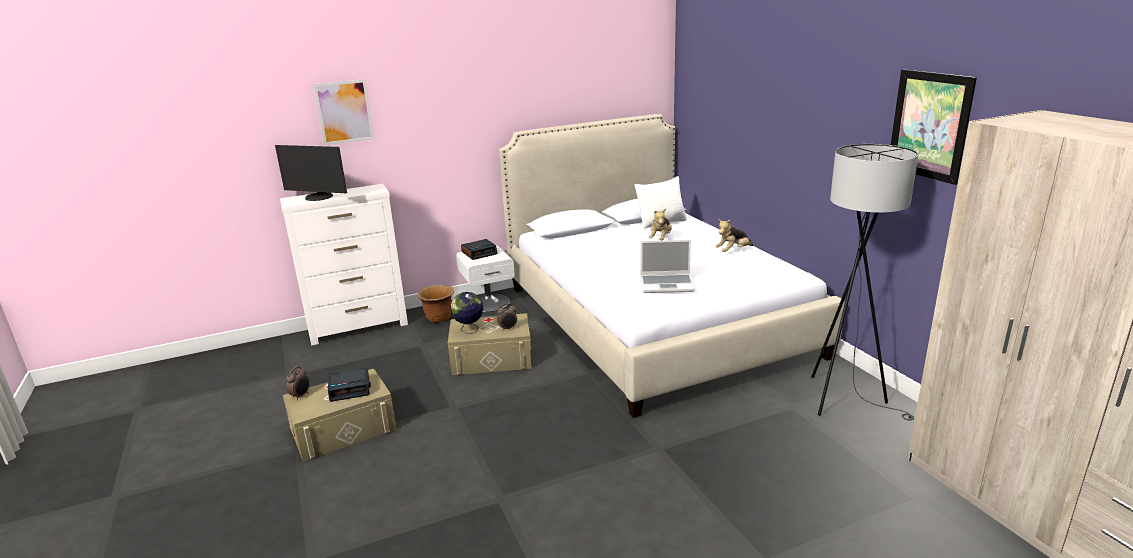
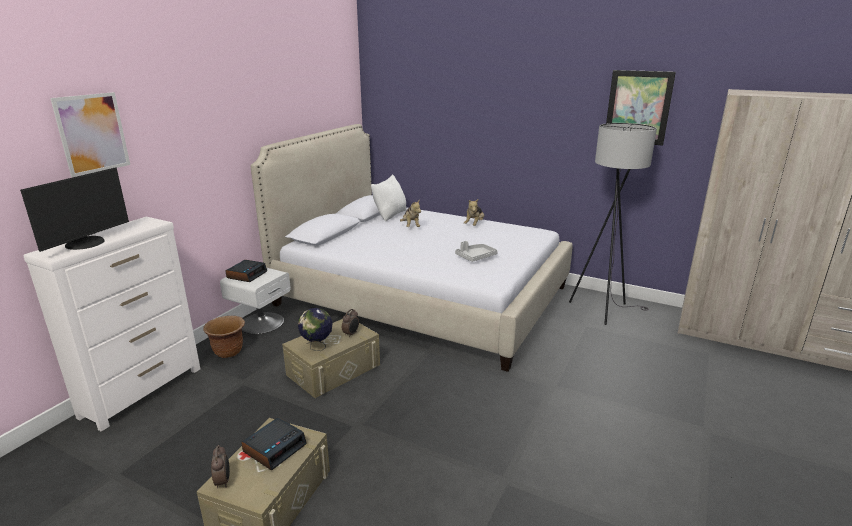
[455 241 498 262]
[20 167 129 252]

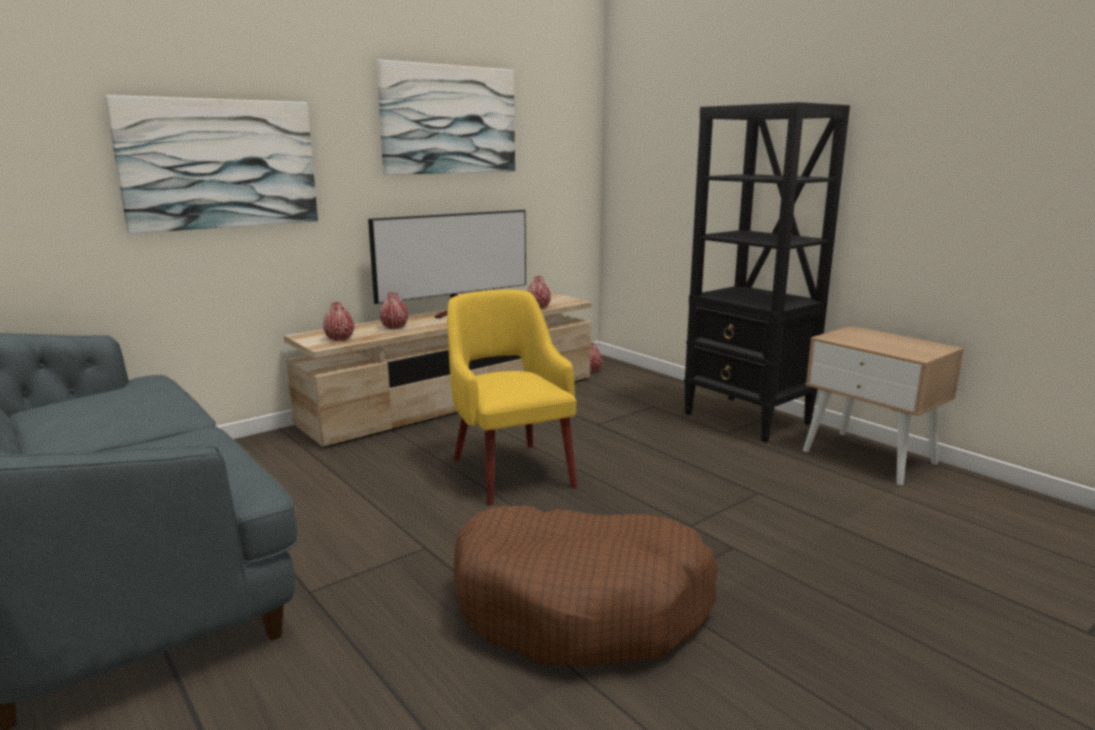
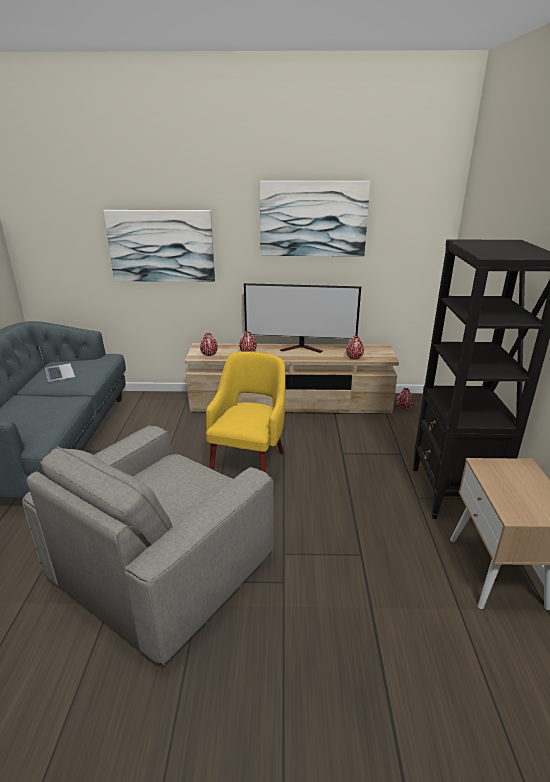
[39 347 75 382]
[22 425 274 665]

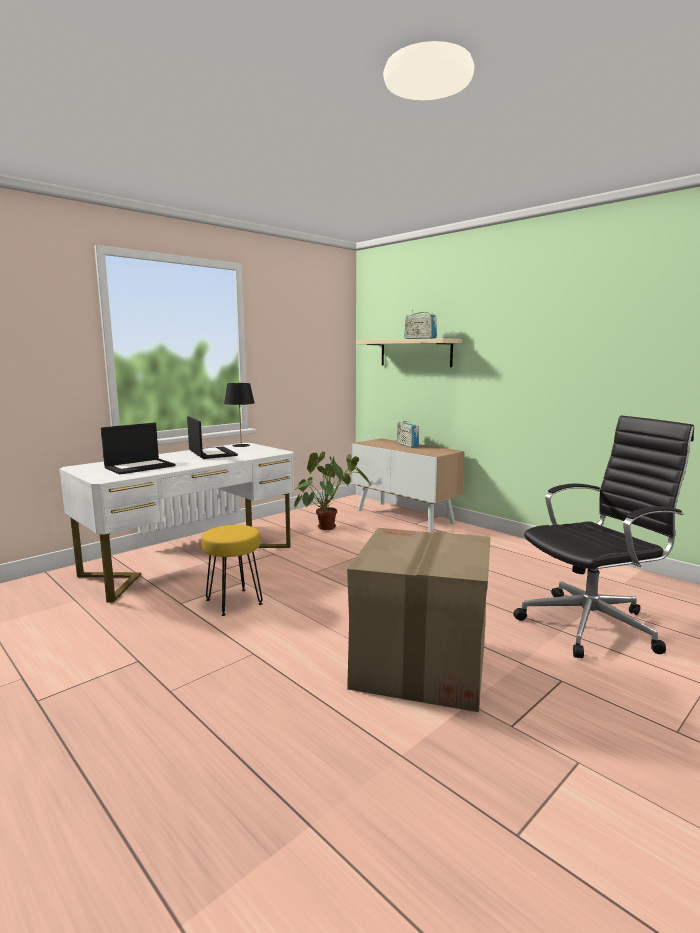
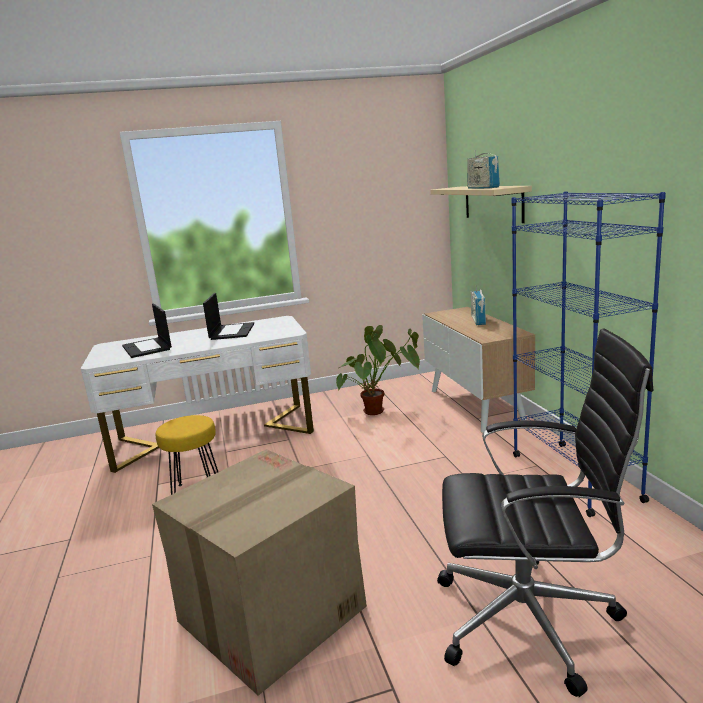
[224 383 254 447] (first image)
[511 191 666 517]
[122 303 172 358]

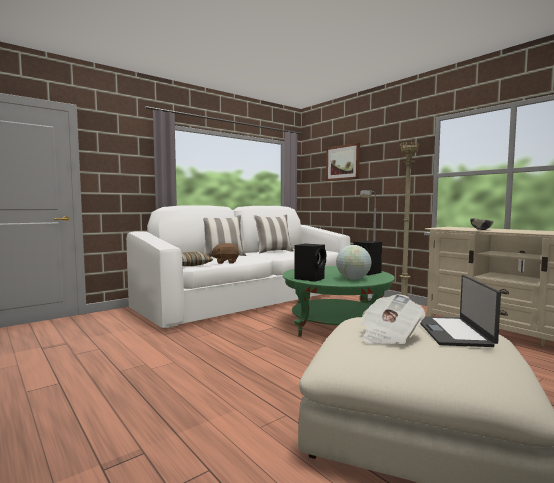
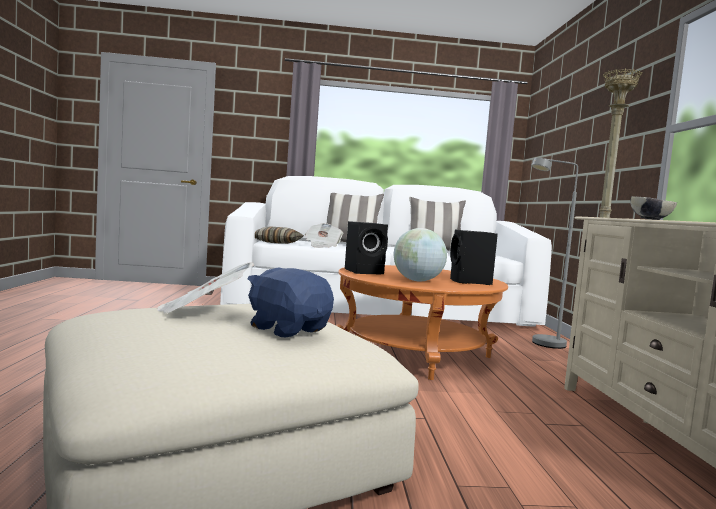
[326 143 360 181] (first image)
[305 223 343 248]
[247 267 334 337]
[336 265 508 380]

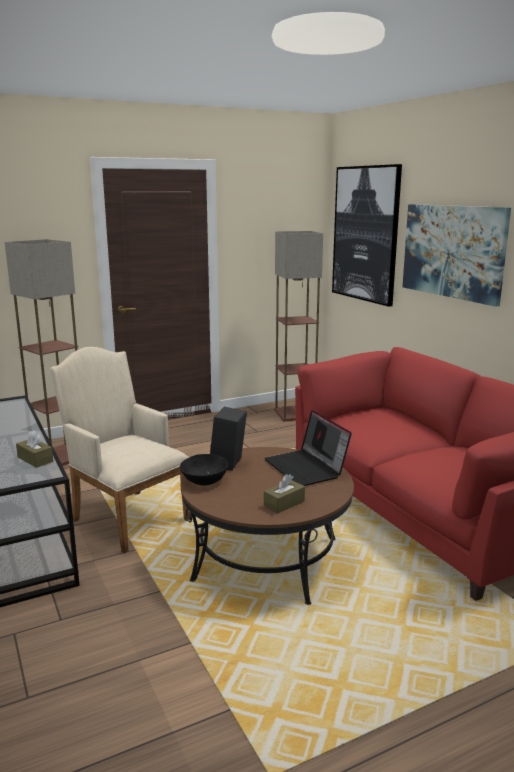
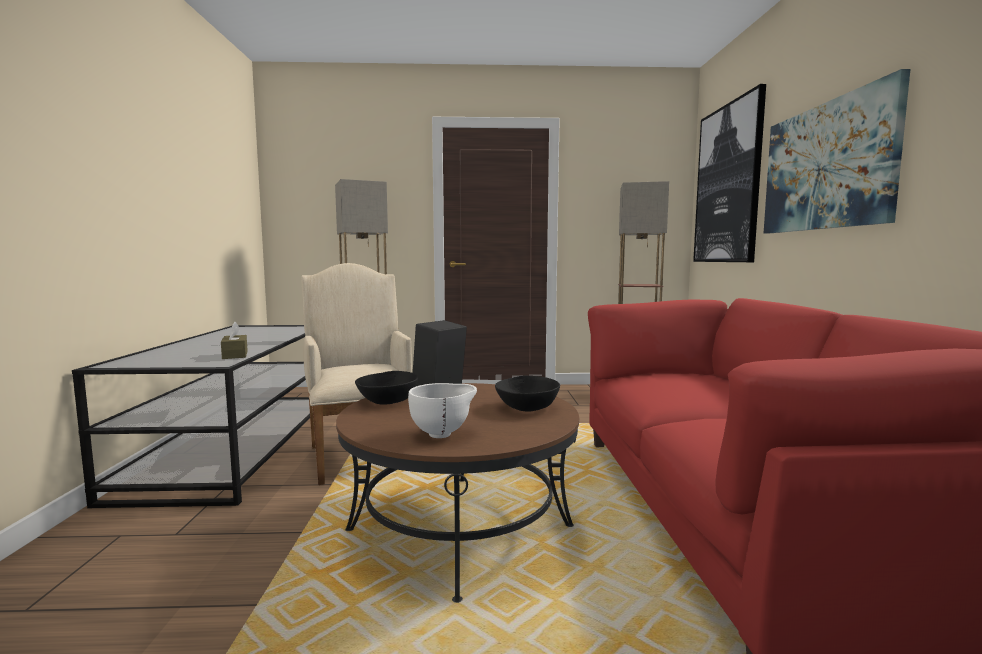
[495 376 560 412]
[408 383 477 438]

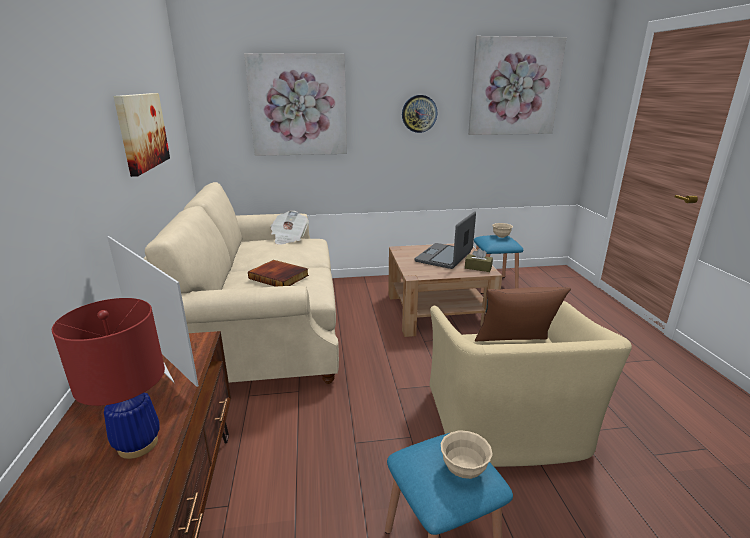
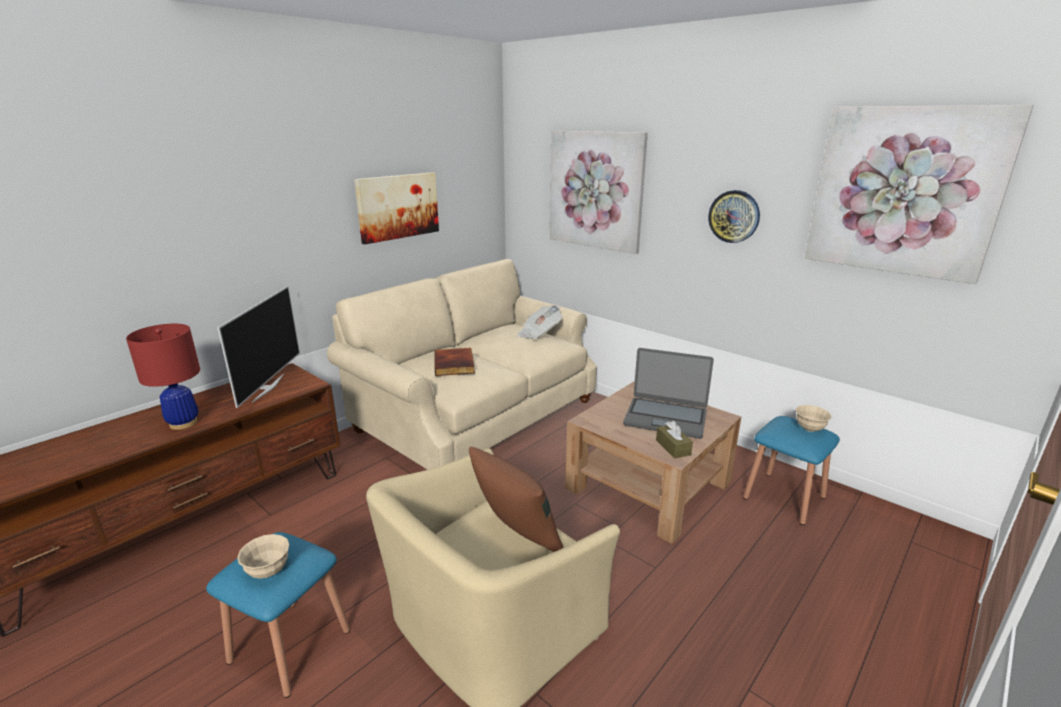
[623 348 714 439]

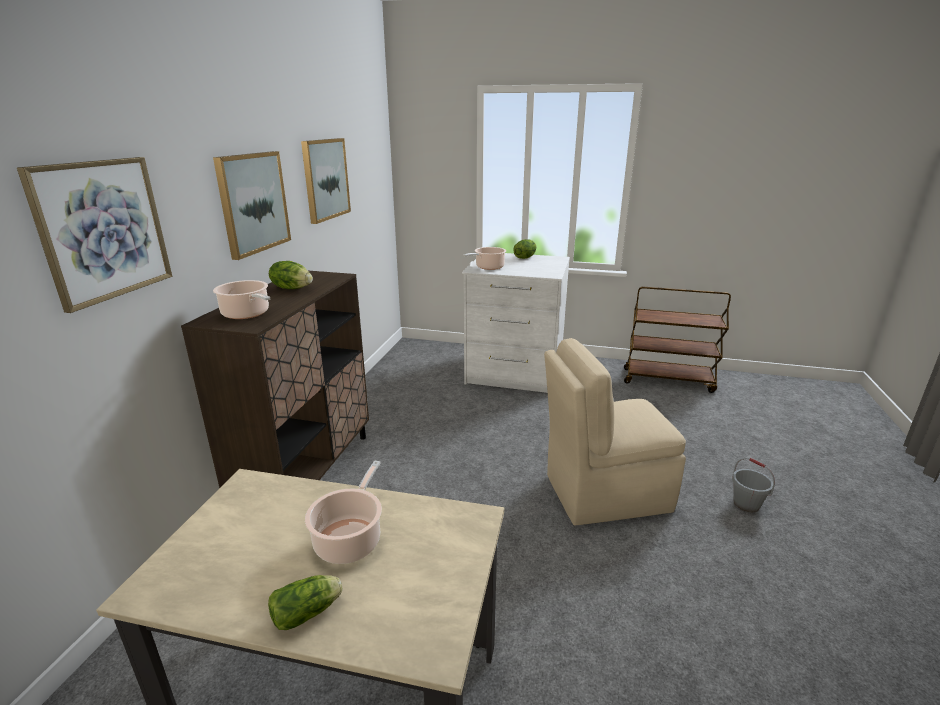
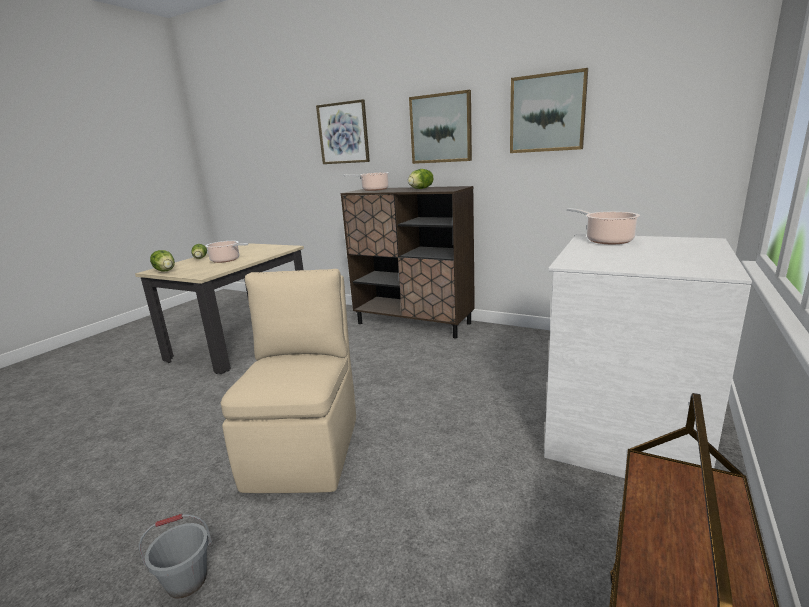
[150 250 175 272]

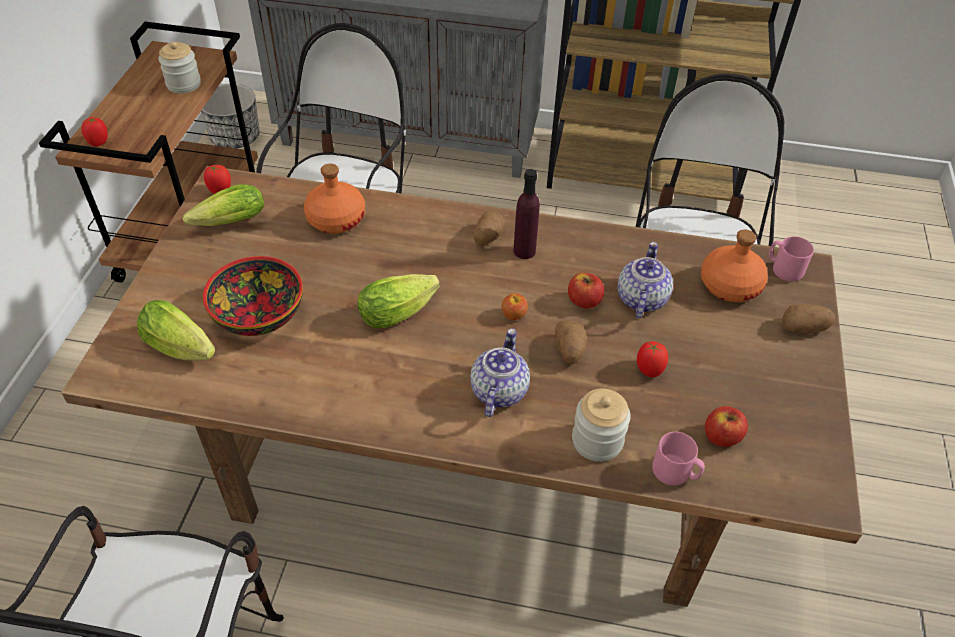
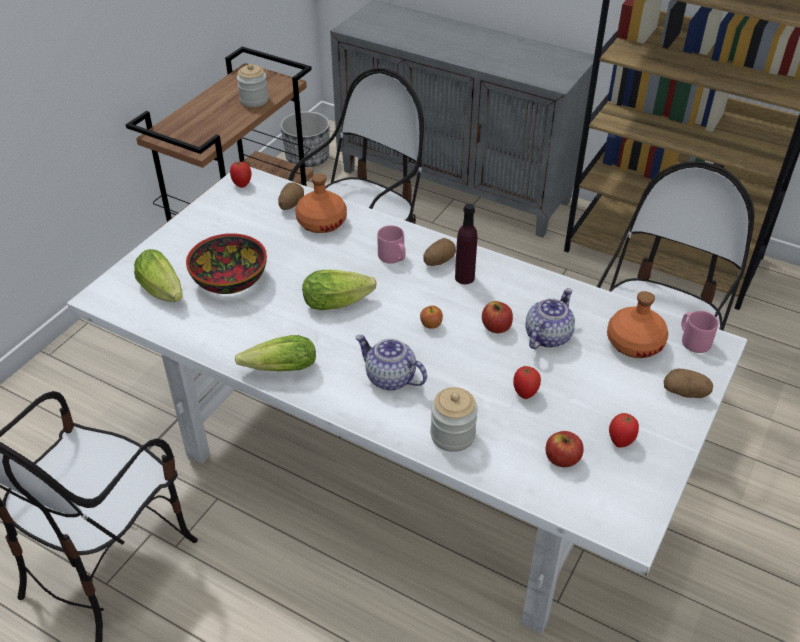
[609 413 639 448]
[235 335 316 371]
[278 182 304 210]
[377 225 406 263]
[67 167 747 634]
[355 335 427 391]

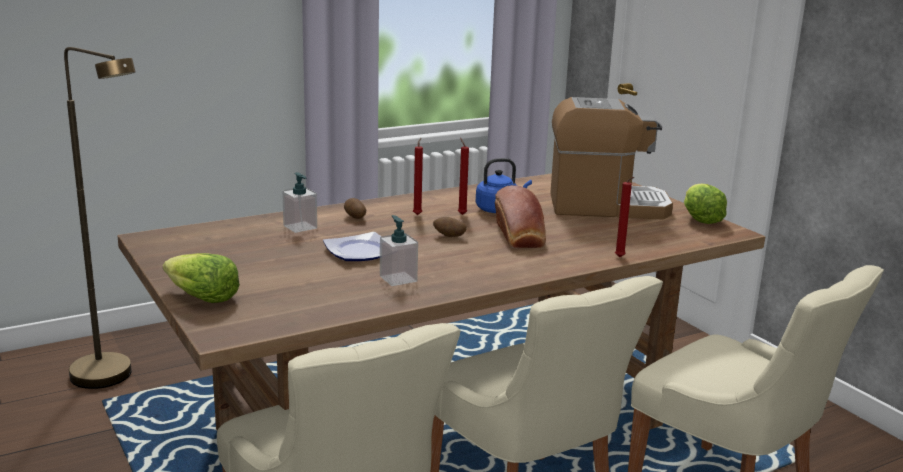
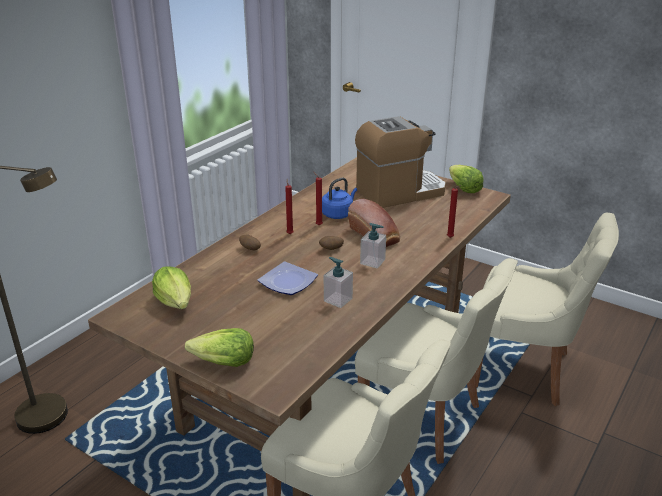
[152 266 191 309]
[360 223 386 269]

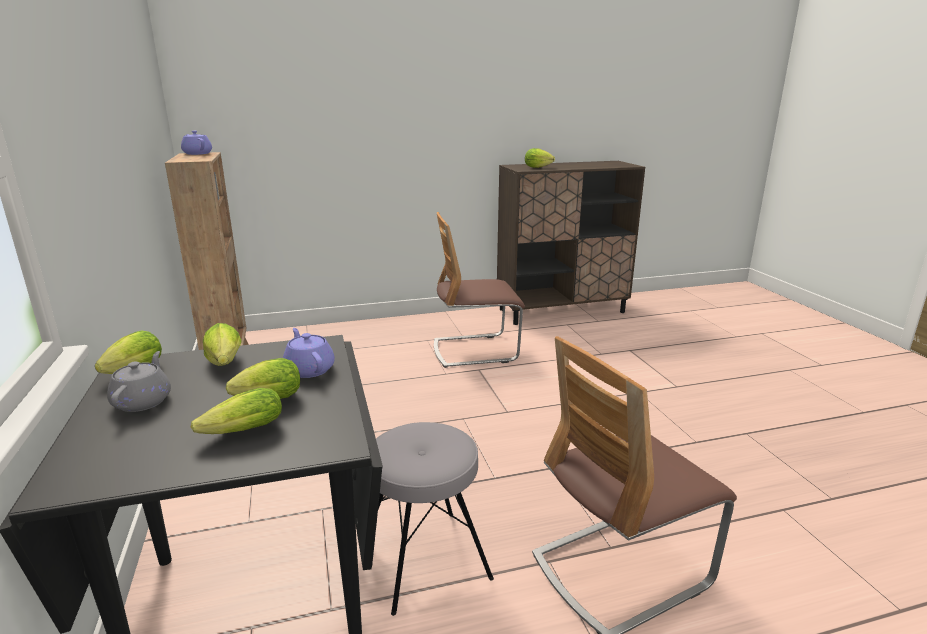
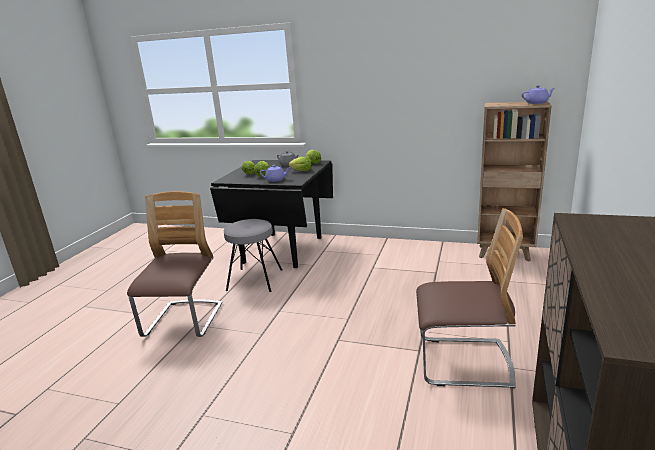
[525 148 555 168] (first image)
[416 208 523 388]

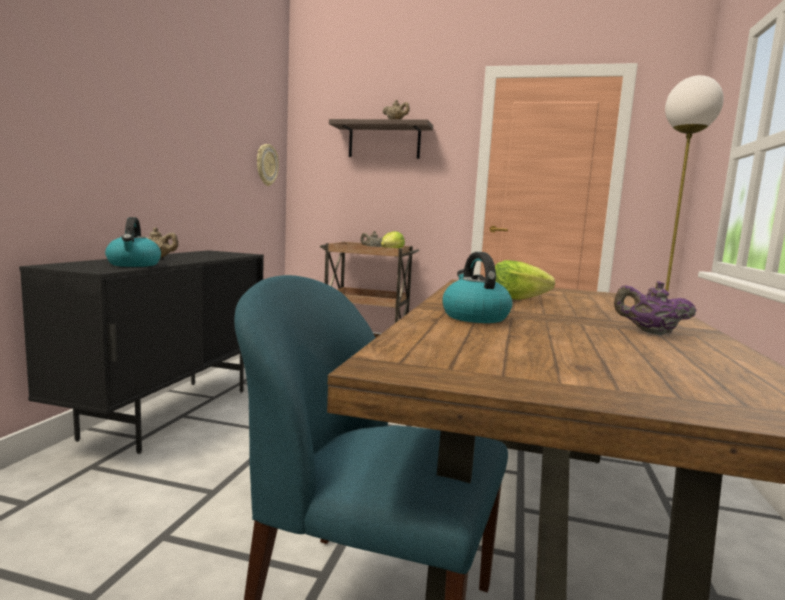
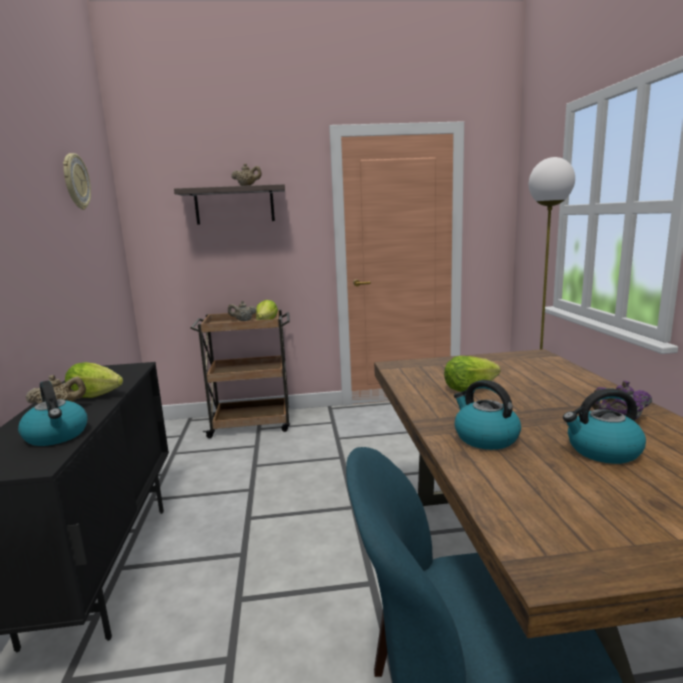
[65 362 123 398]
[563 389 646 464]
[63 153 91 210]

